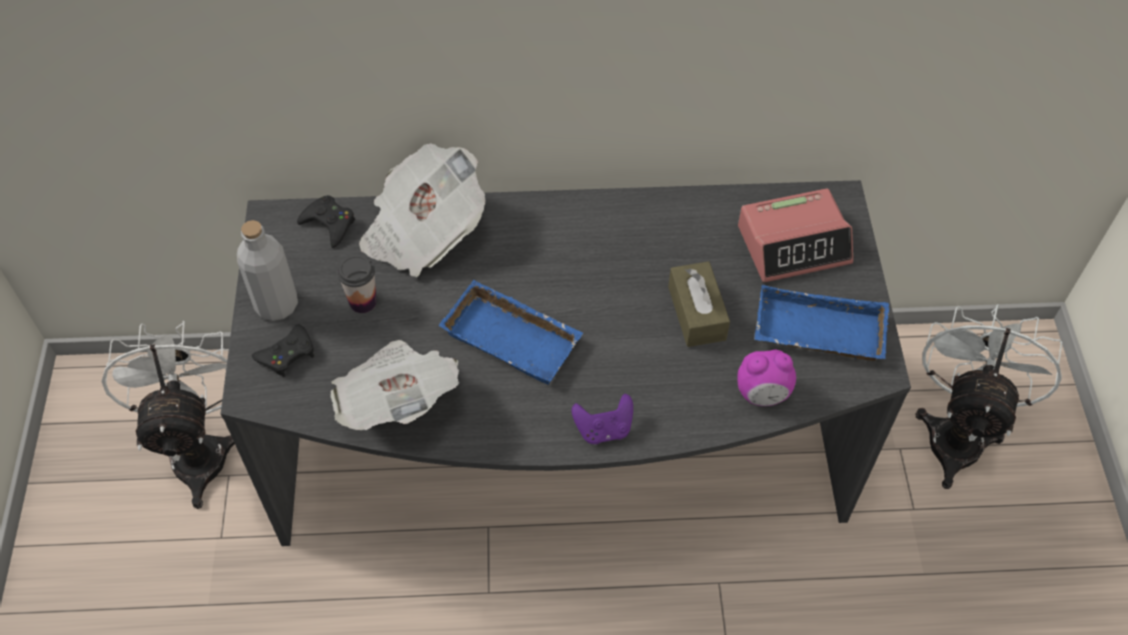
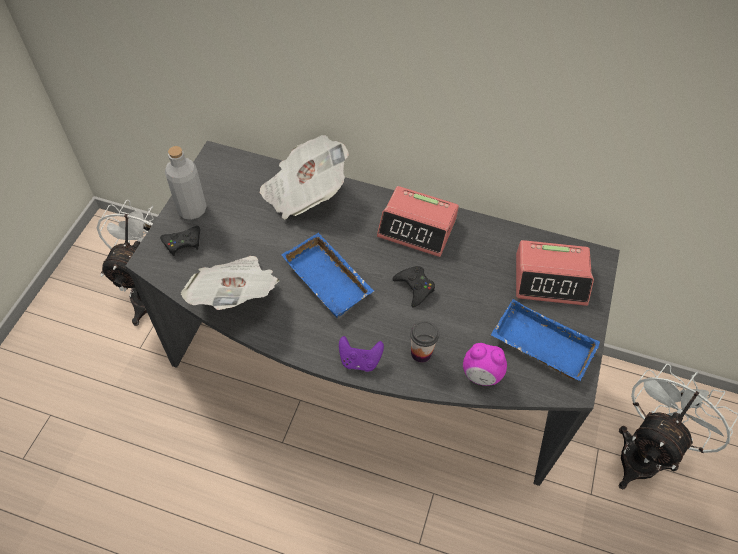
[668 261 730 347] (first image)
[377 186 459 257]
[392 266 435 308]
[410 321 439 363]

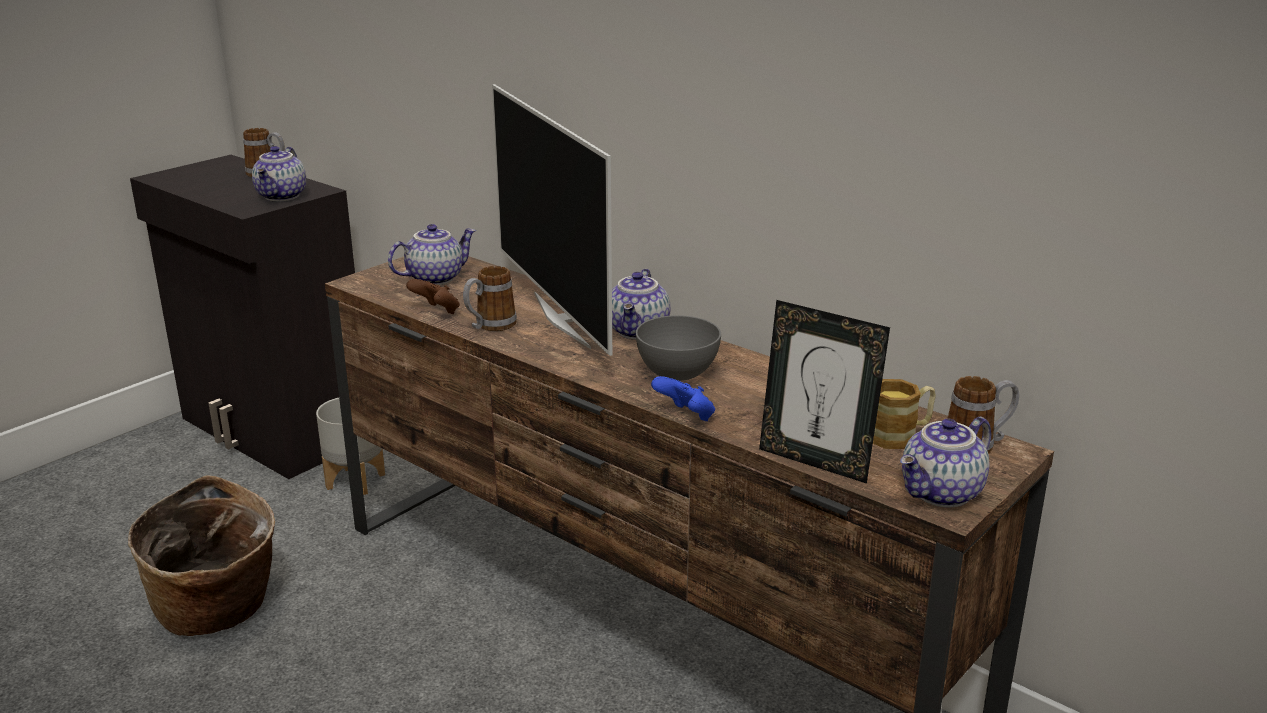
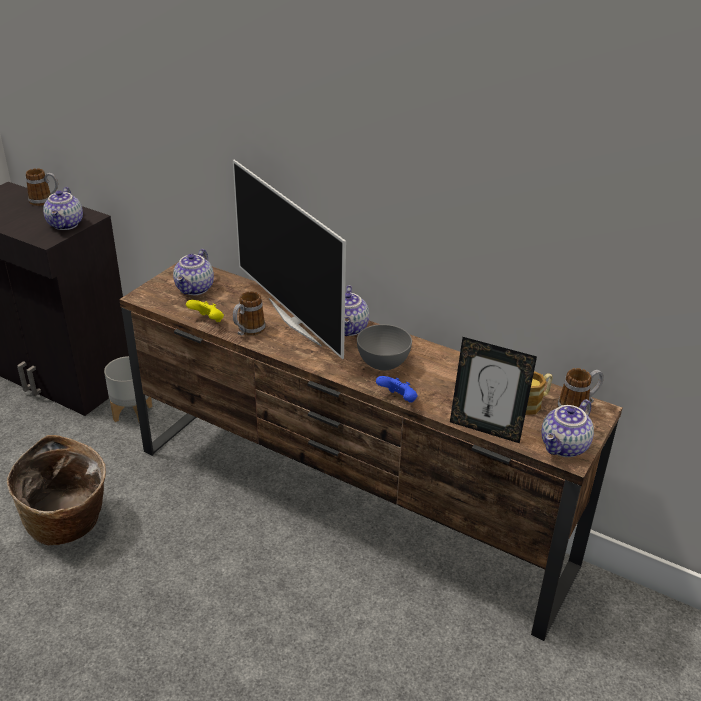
[186 300 224 322]
[173 249 214 295]

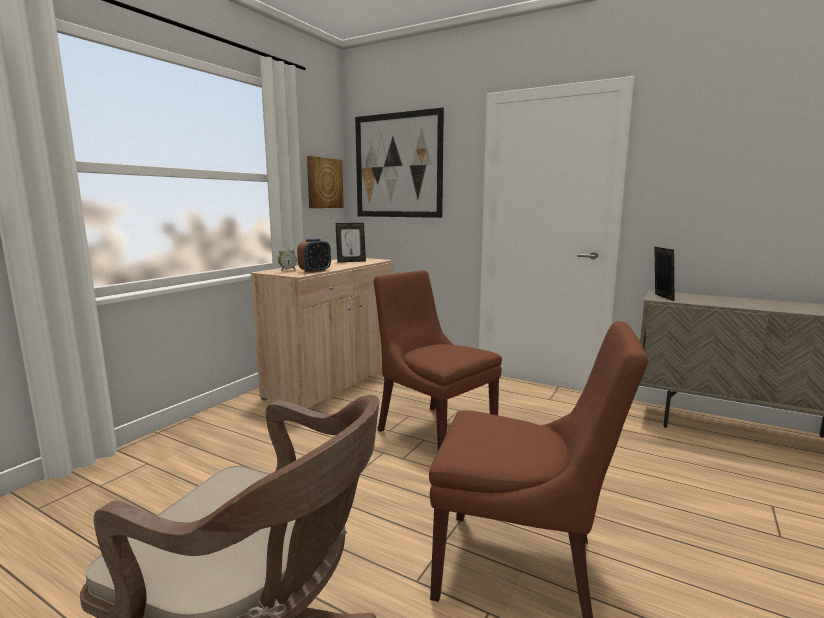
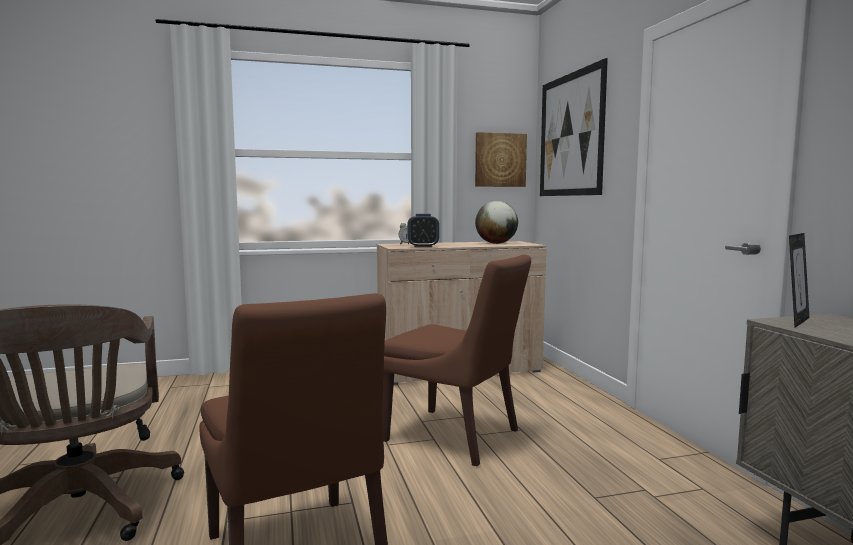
[475 201 518 244]
[382 255 531 466]

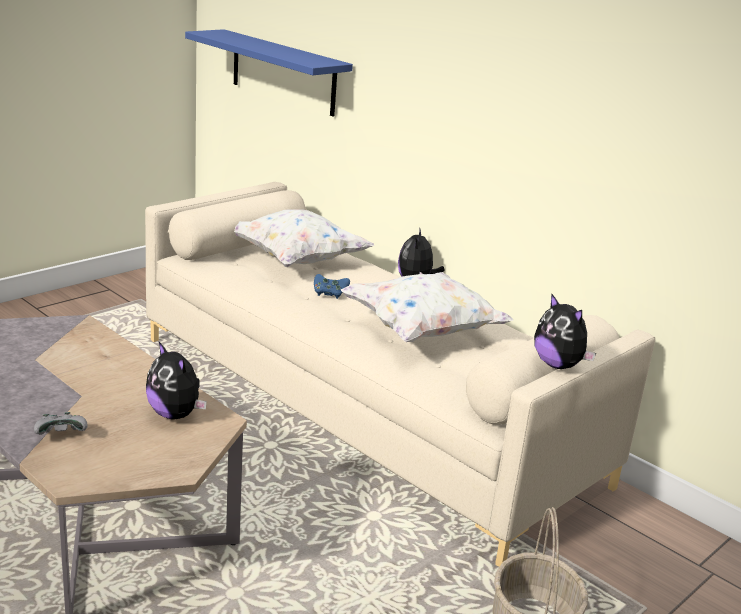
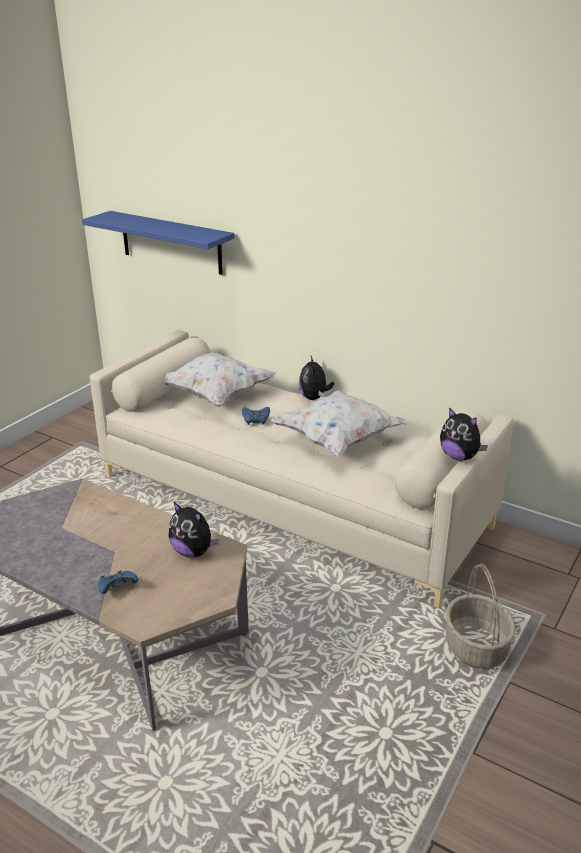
[98 571 138 594]

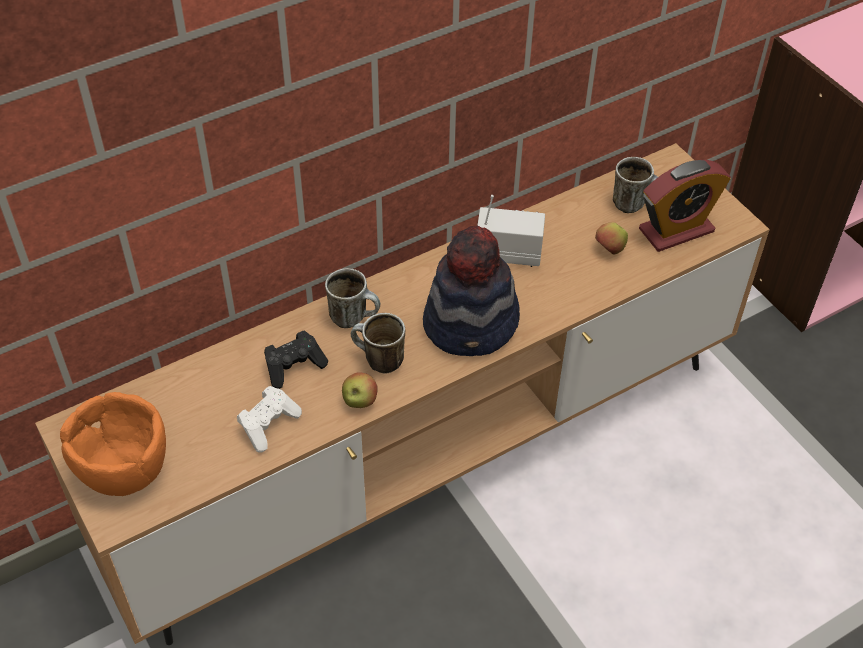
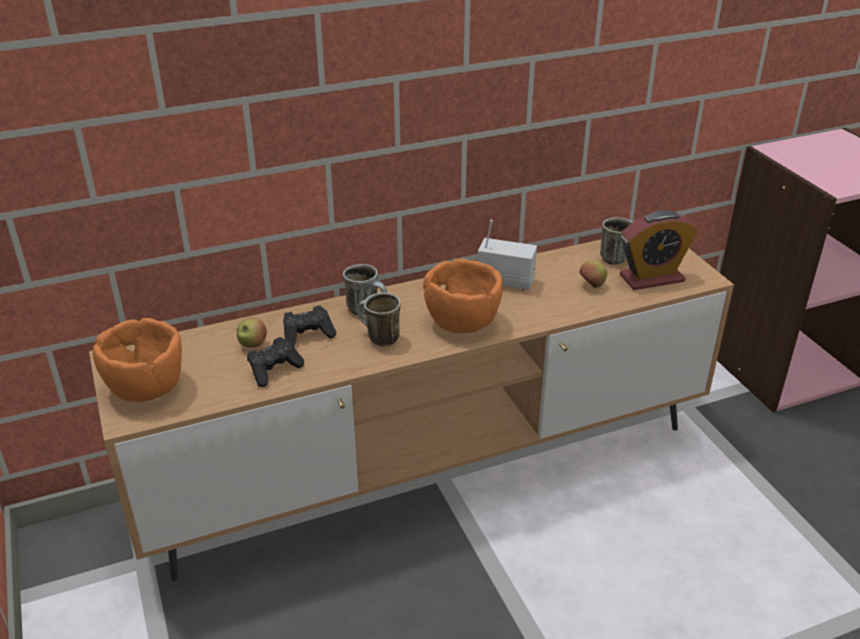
[237 317 267 348]
[423 259 503 333]
[247 337 304 387]

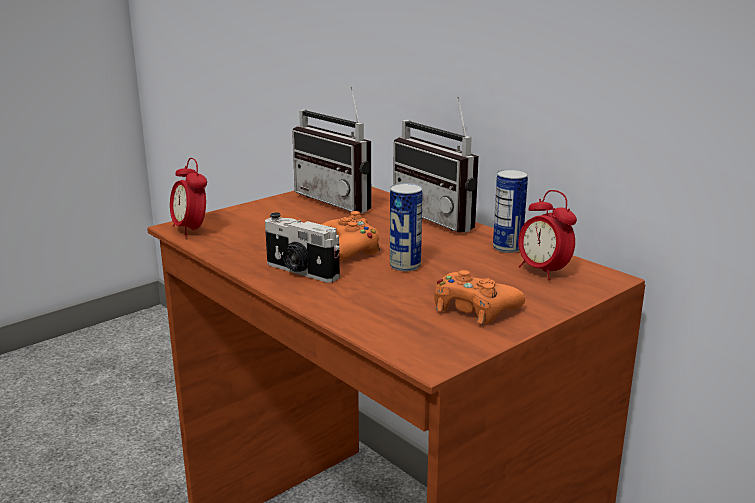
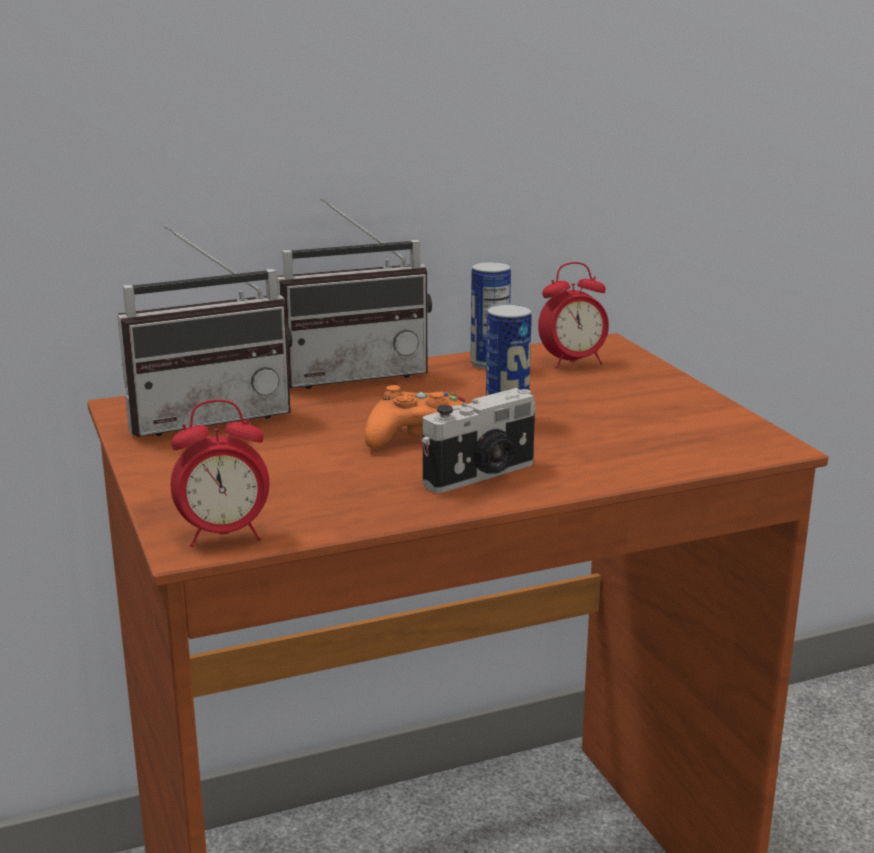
[434 270 525 324] (first image)

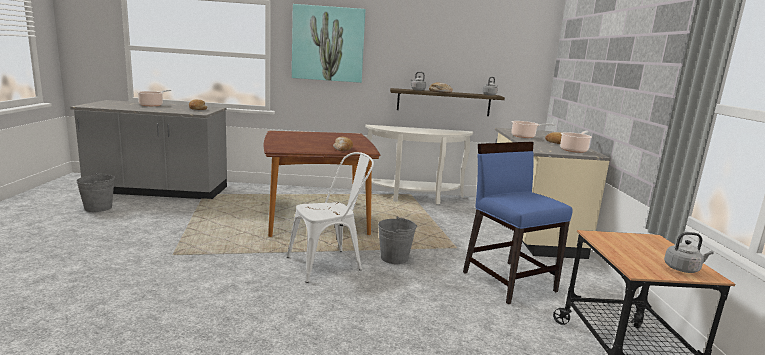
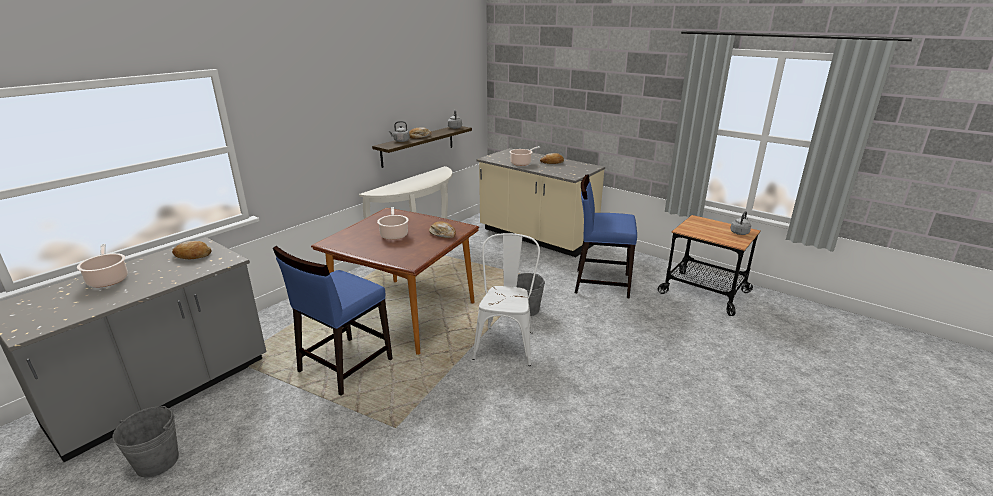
[292 4 366 83] (first image)
[273 246 393 396]
[377 207 409 240]

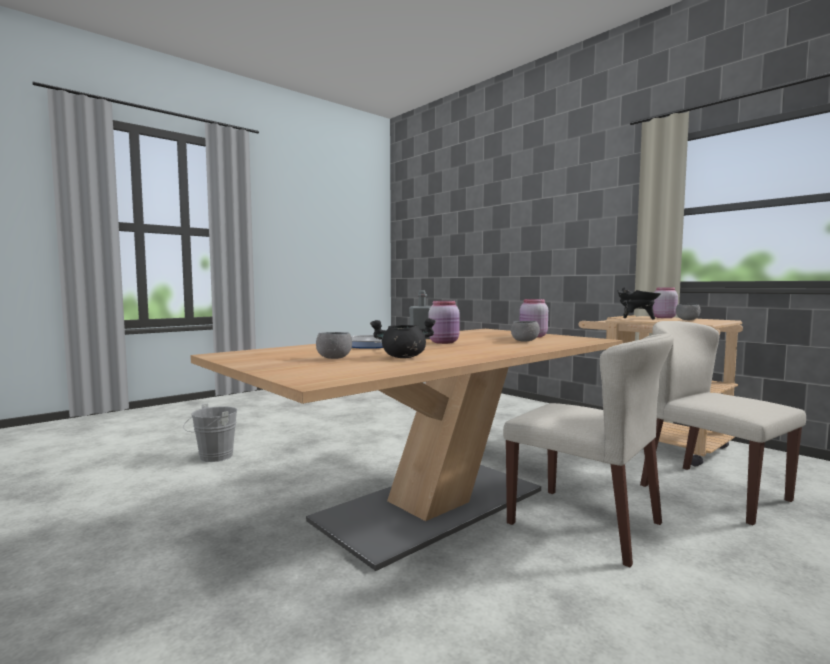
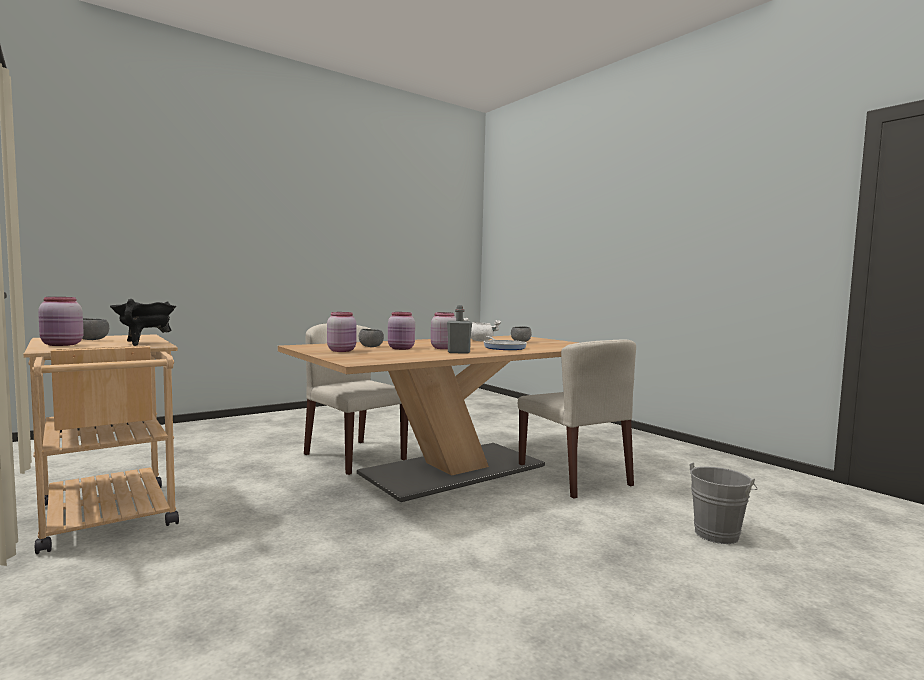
[388 312 415 350]
[518 339 636 499]
[463 318 501 341]

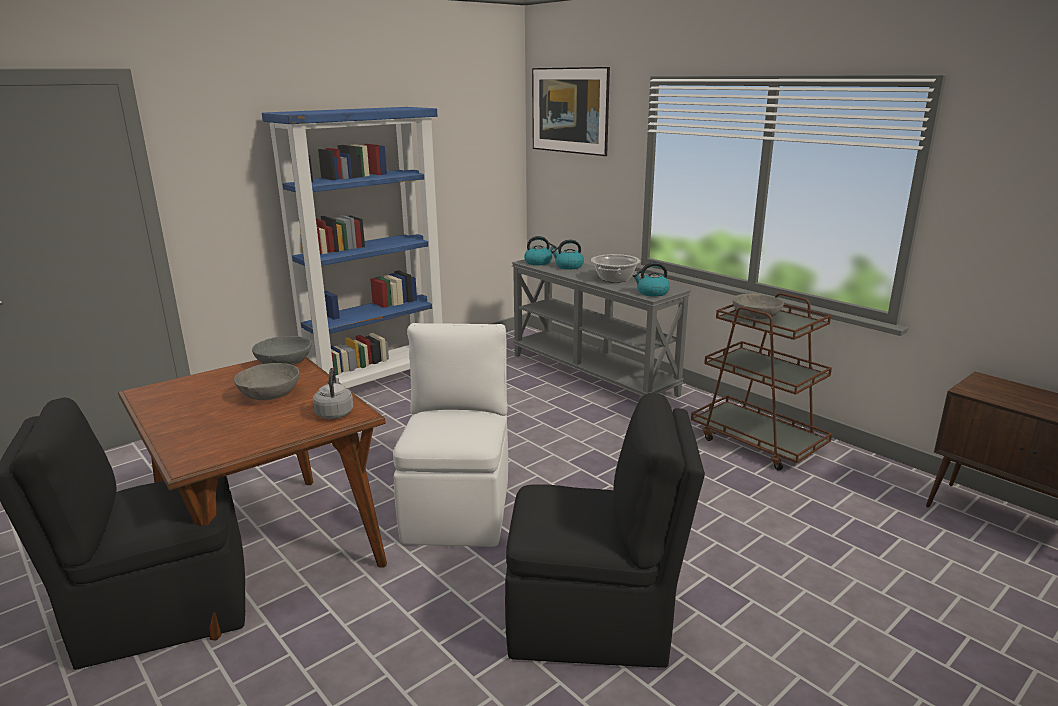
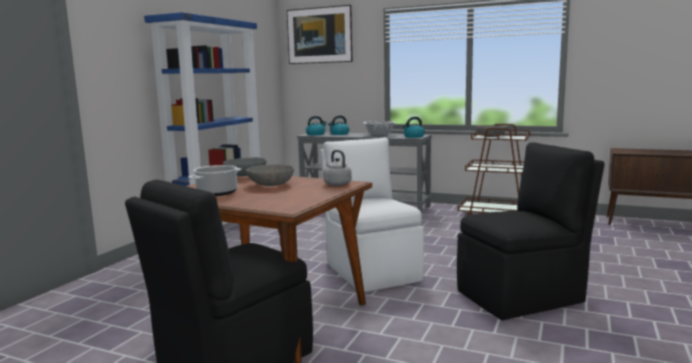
[188 165 241 196]

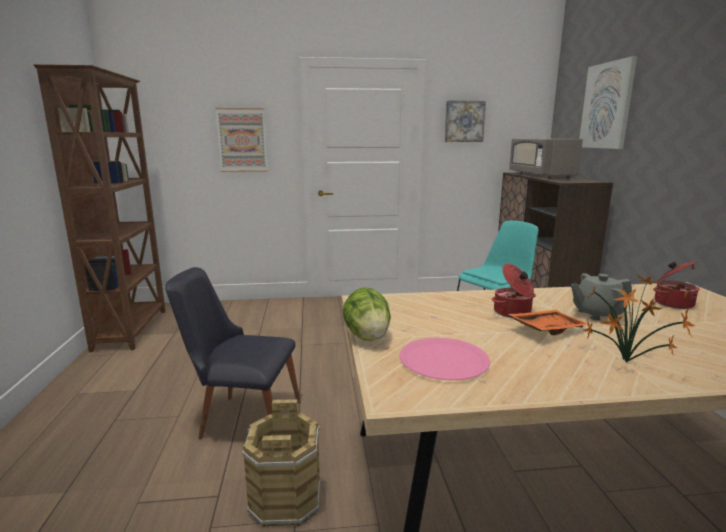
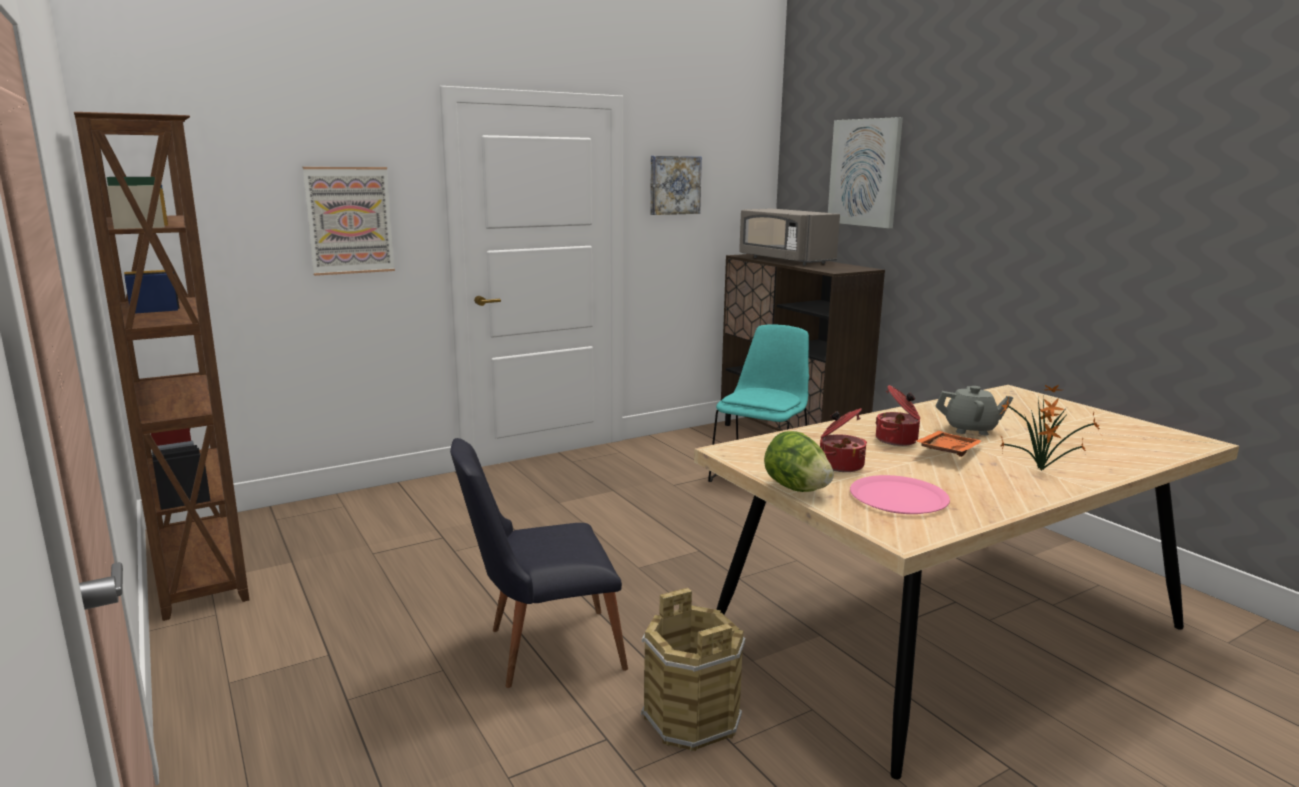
[820 408 867 472]
[936 386 1013 435]

